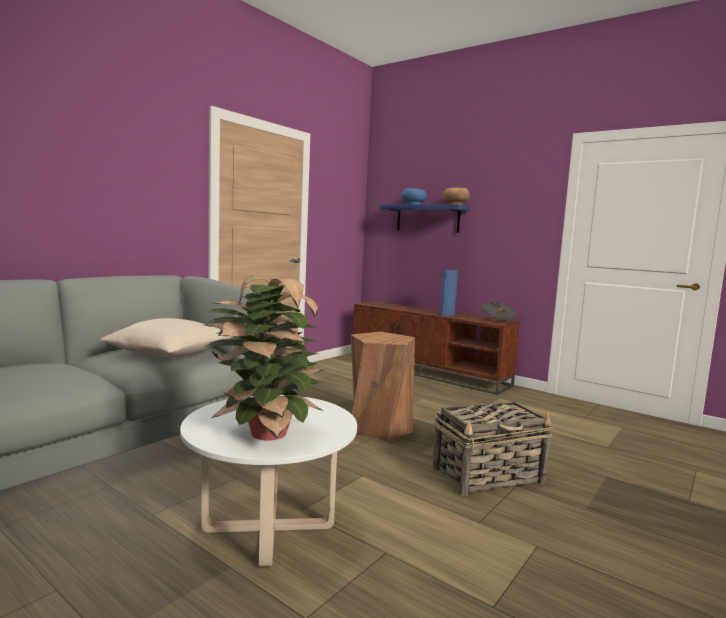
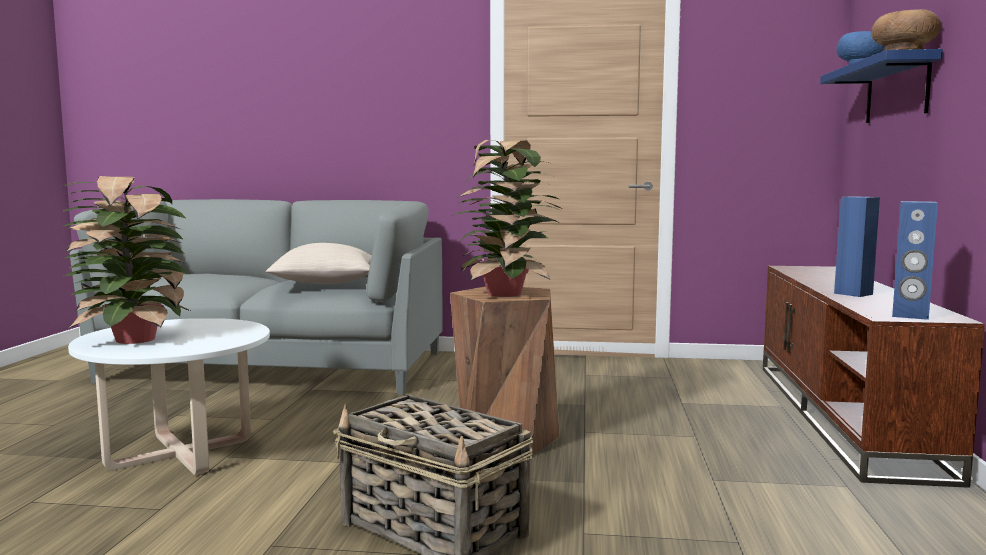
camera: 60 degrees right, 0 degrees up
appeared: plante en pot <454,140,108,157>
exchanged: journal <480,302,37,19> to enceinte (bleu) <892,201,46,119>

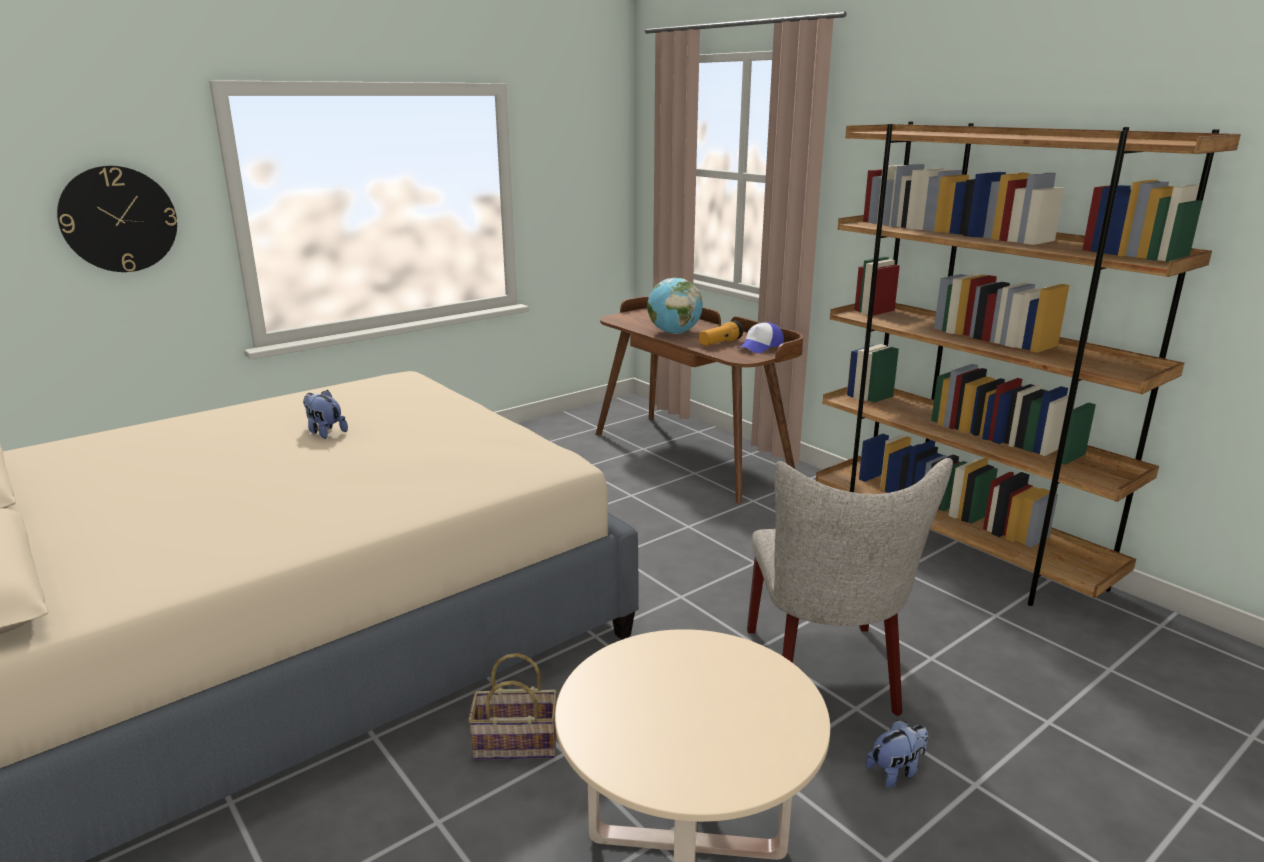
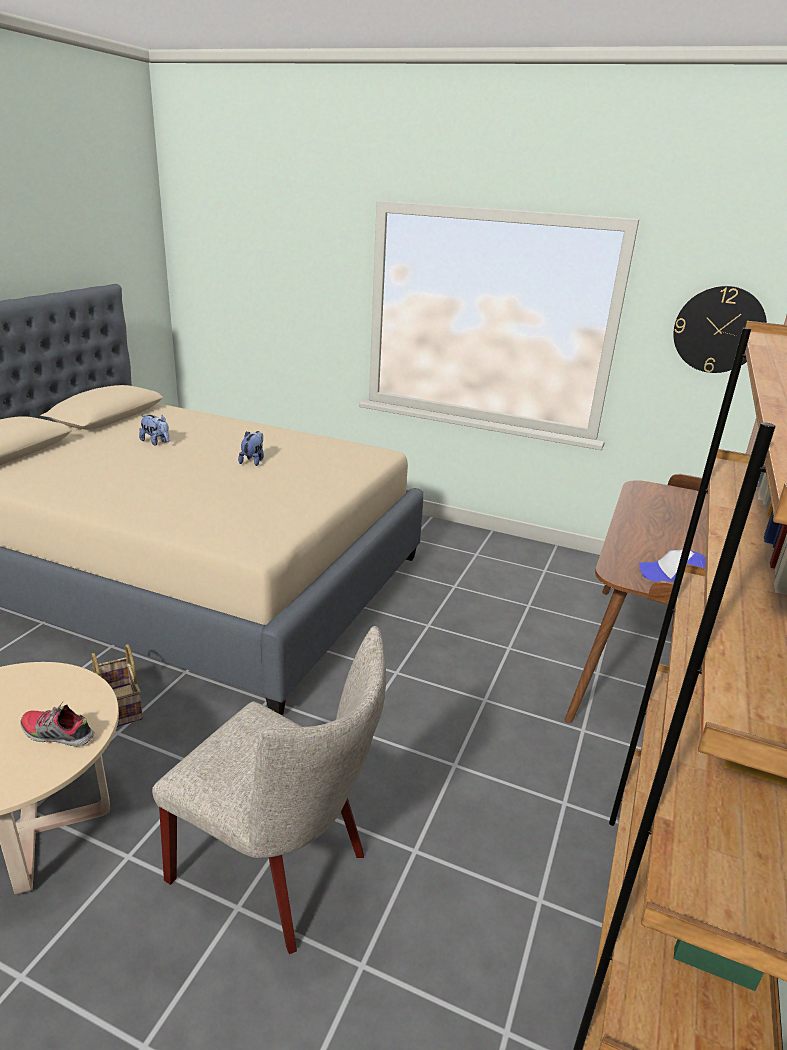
camera: 60 degrees right, 5 degrees up
missing: globe <647,278,56,56>; lampe de poche <699,321,44,25>
appeared: chaussure <20,702,75,45>
relocated: horloge murale <57,166,120,106> to <673,286,94,87>; peluche <865,720,63,68> to <139,415,30,31>
spun: chaise (beige) <747,458,206,258> = <152,626,234,328> 120 degrees counterclockwise

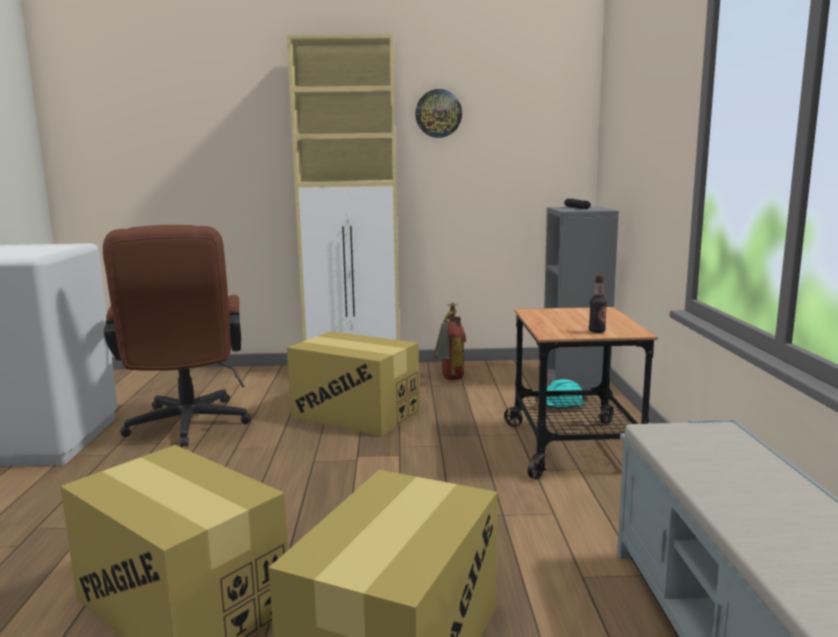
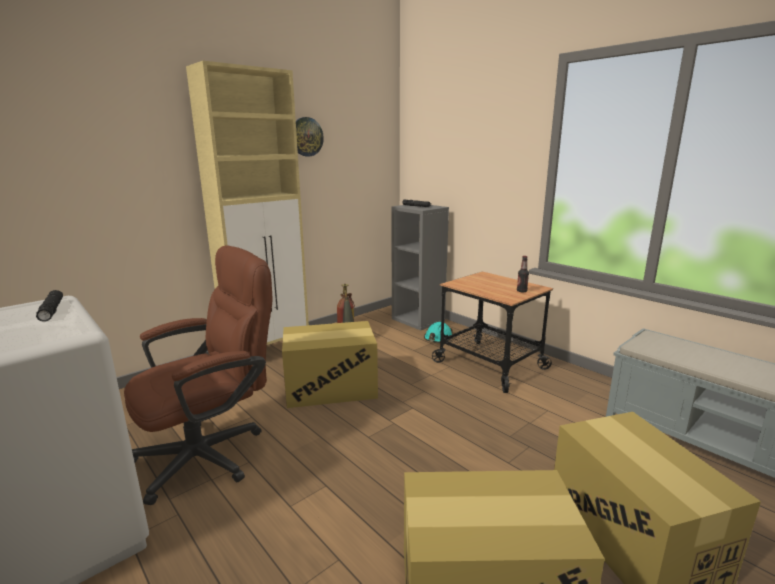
camera: 40 degrees left, 5 degrees up
appeared: lampe de poche (noir) <36,290,27,32>
spun: chaise de bureau (marron) <103,225,149,222> = <124,245,148,260> 75 degrees counterclockwise

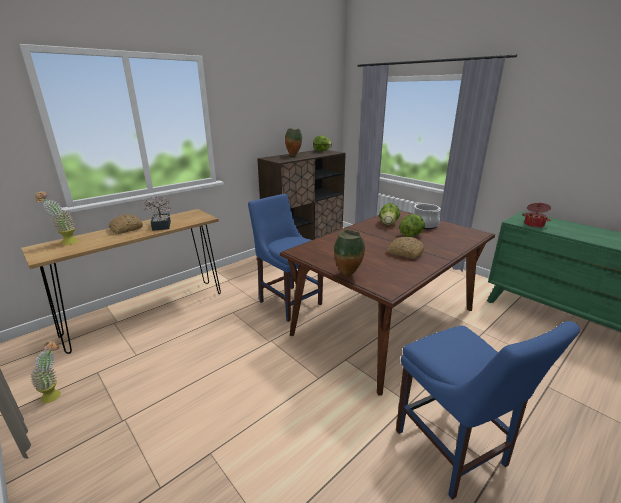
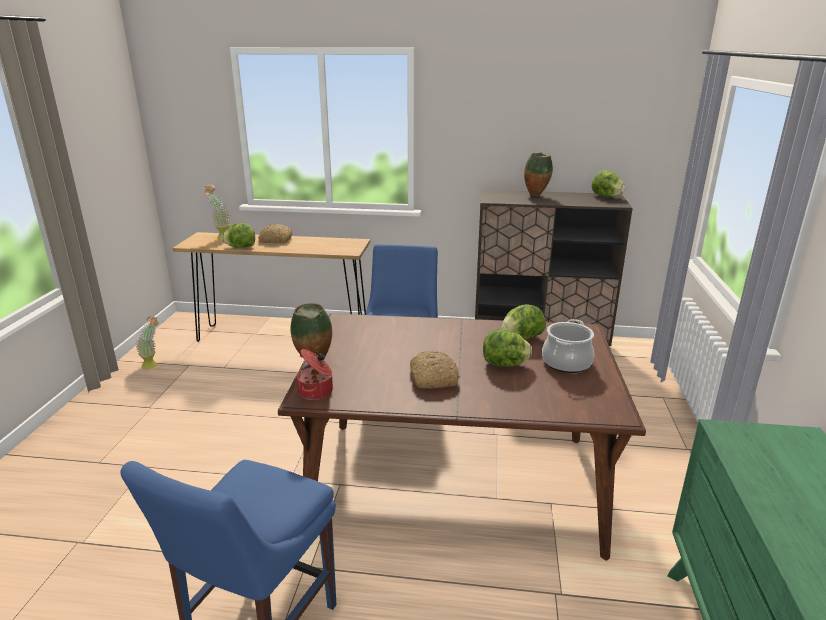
camera: 50 degrees right, 0 degrees up
missing: plante en pot <142,196,31,35>
appeared: laitue <222,223,33,25>
relocated: marmite <522,203,29,25> to <295,349,38,51>

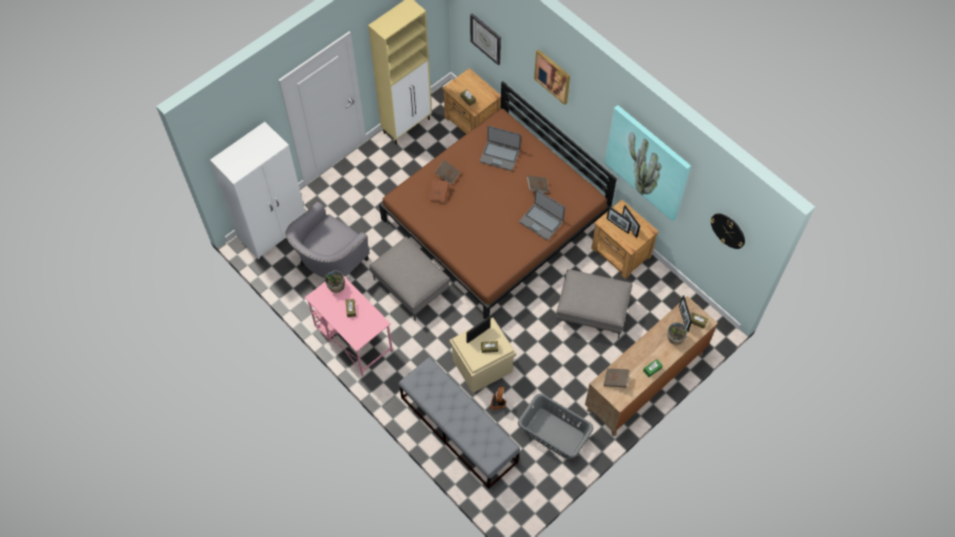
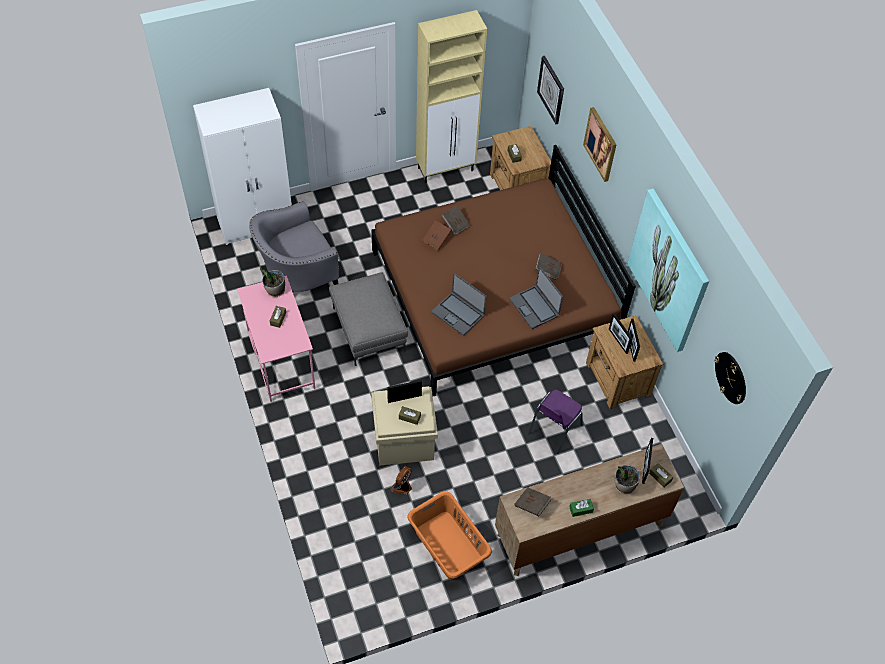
camera: 20 degrees right, 5 degrees down
missing: banc (gris) <398,357,122,132>
relocated: ordinateur portable <480,126,41,45> to <432,273,55,62>
exchanged: pouf (gris) <556,269,76,70> to chaise (violet) <528,390,55,63>
colour: panier à linge (gris) <518,393,75,66> to panier à linge (orange) <407,491,85,88>

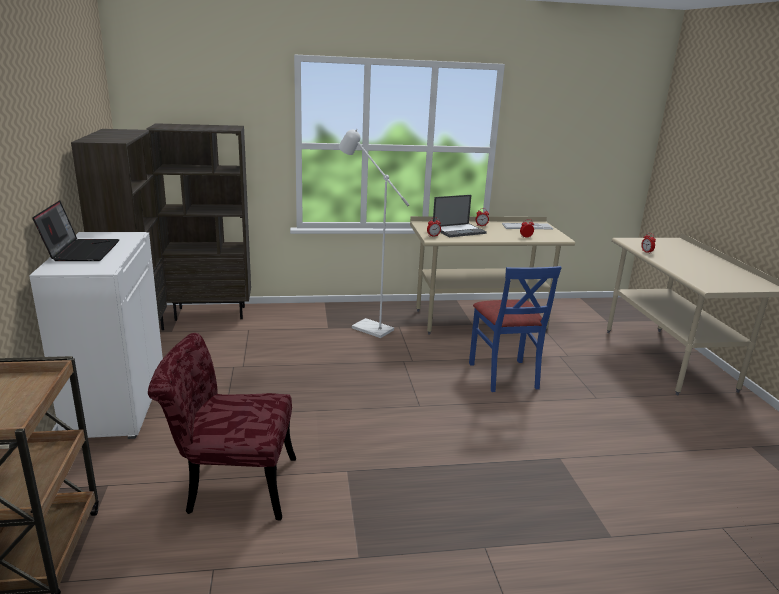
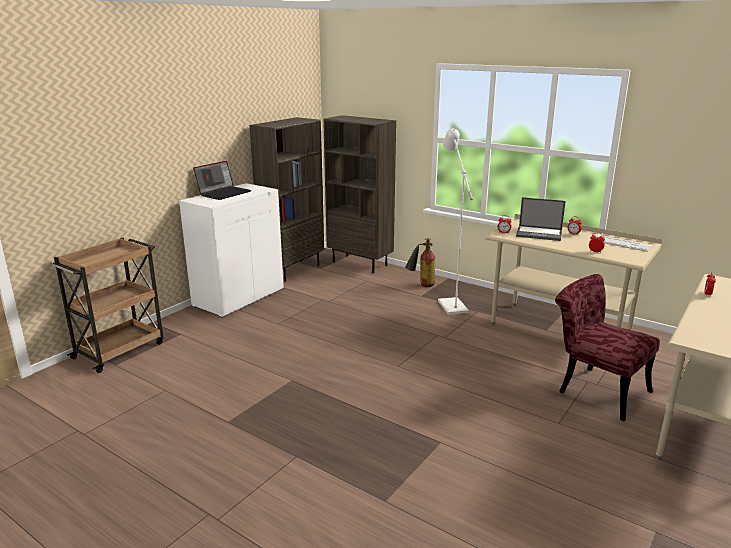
camera: 45 degrees right, 0 degrees up
missing: chaise (bleu) <469,266,93,126>
appeared: extincteur <405,238,30,49>
relocated: chaise (rouge) <148,333,148,187> to <555,274,105,147>

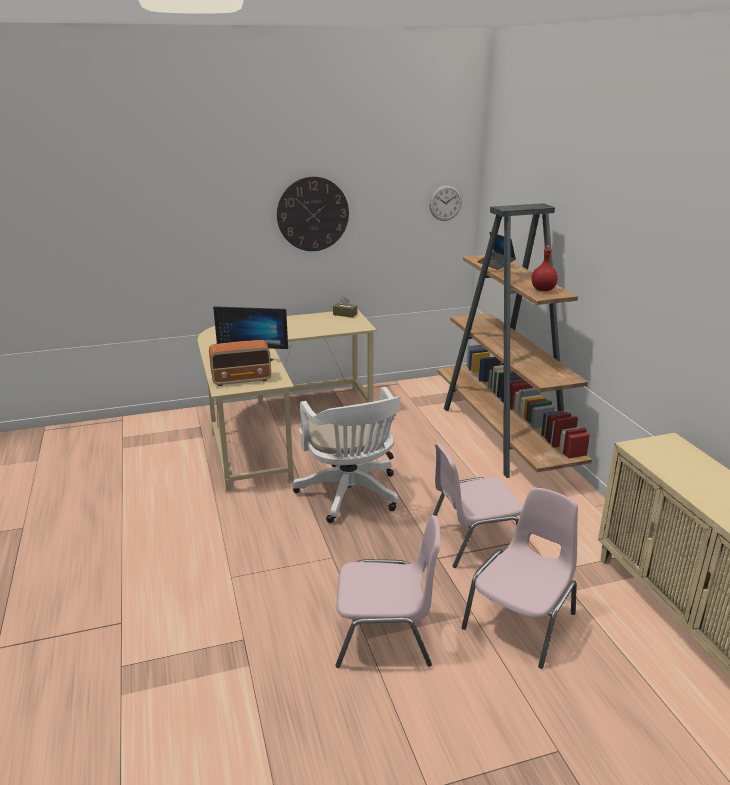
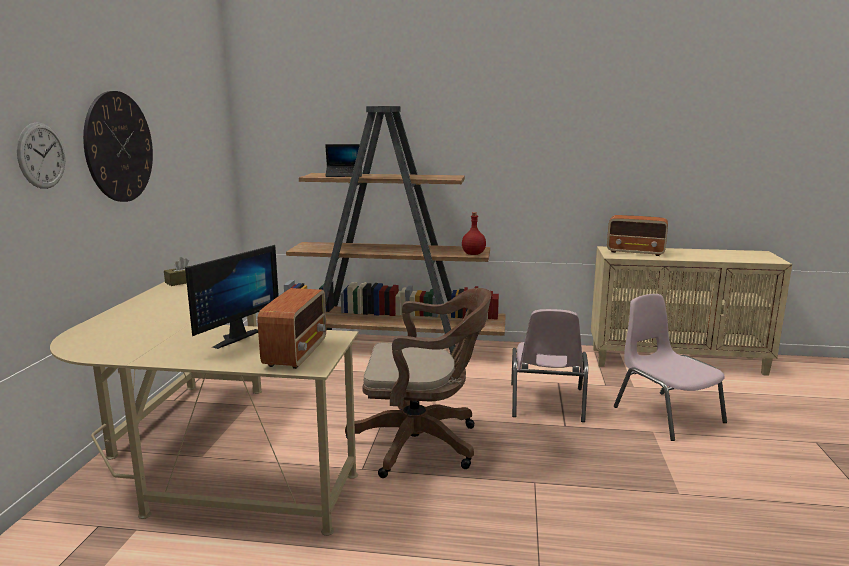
camera: 65 degrees left, 10 degrees down
missing: chaise (rose) <336,515,105,153>
appeared: radio <607,215,61,41>
relocated: horloge murale <429,185,33,36> to <17,122,48,67>; bouteille (rouge) <531,245,27,46> to <462,212,24,43>
colour: chaise de bureau (blanc) <293,387,108,136> to chaise de bureau (marron) <345,288,146,190>

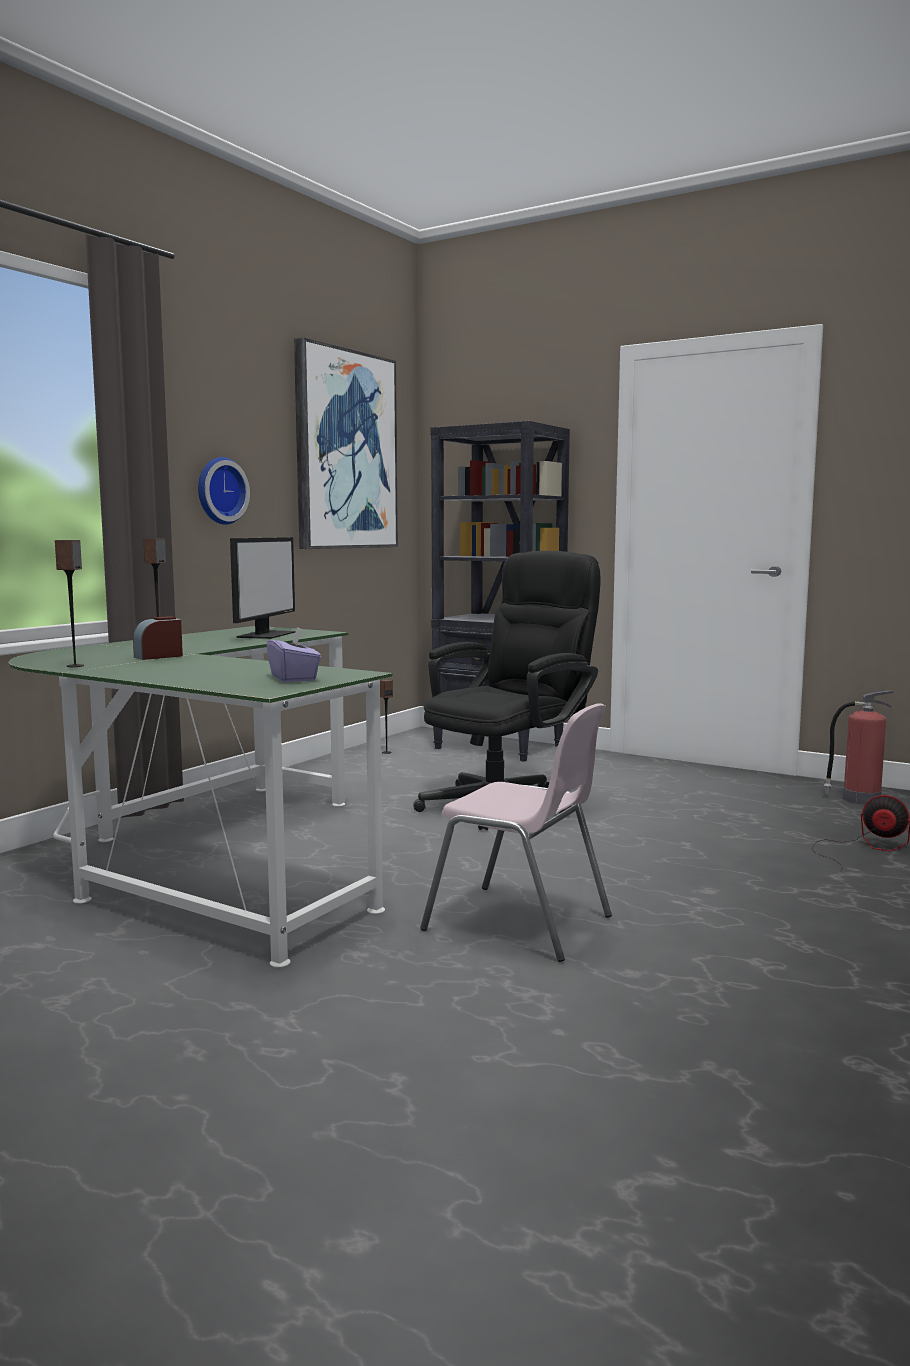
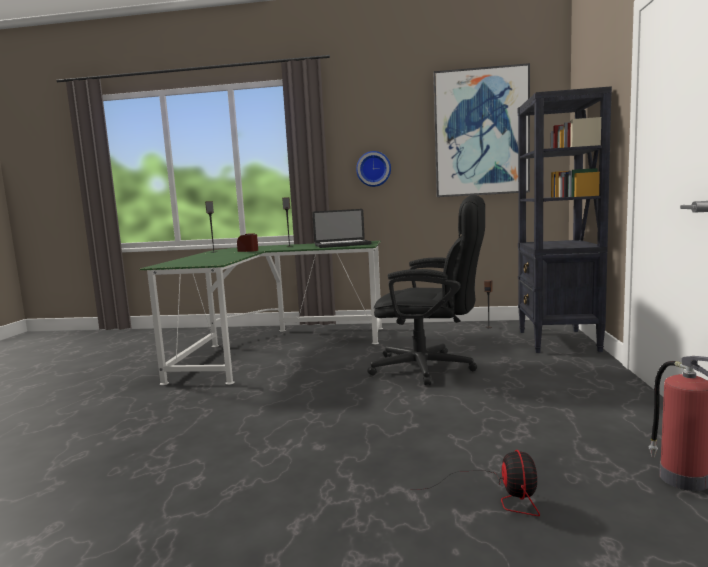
camera: 65 degrees right, 0 degrees up
missing: boîte à mouchoirs (violet) <267,627,54,55>; chaise (rose) <420,703,192,259>
exchanged: écran d'ordinateur <230,537,65,102> to ordinateur portable <312,209,60,39>

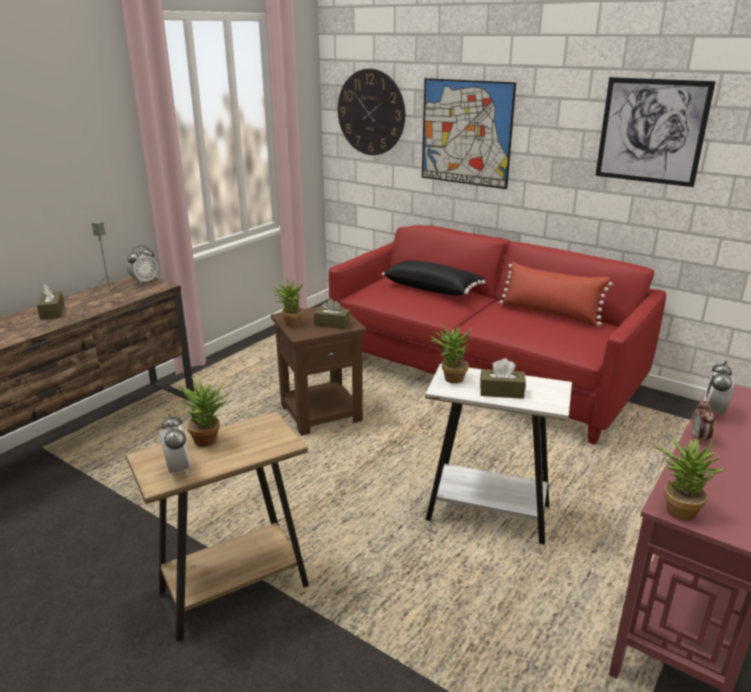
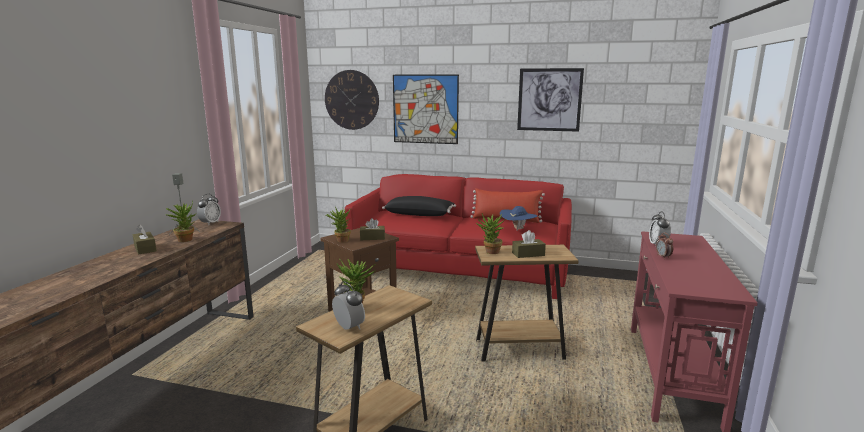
camera: 20 degrees left, 10 degrees down
appeared: chapeau (bleu) <500,206,38,25>
relocated: plante en pot <654,435,70,86> to <165,201,31,41>
colour: table d'appoint (blanc) <425,364,147,181> to table d'appoint (marron) <475,245,104,117>

